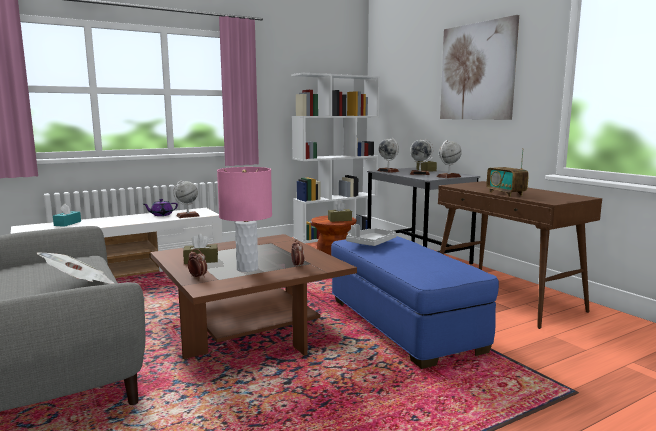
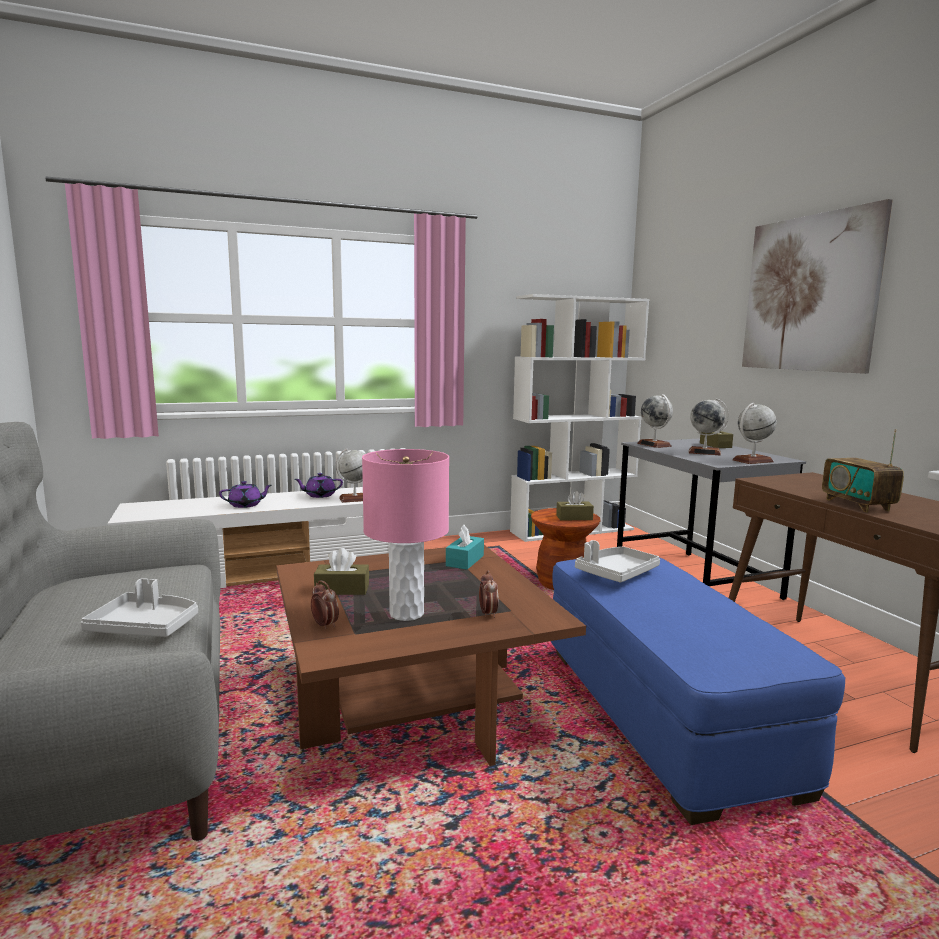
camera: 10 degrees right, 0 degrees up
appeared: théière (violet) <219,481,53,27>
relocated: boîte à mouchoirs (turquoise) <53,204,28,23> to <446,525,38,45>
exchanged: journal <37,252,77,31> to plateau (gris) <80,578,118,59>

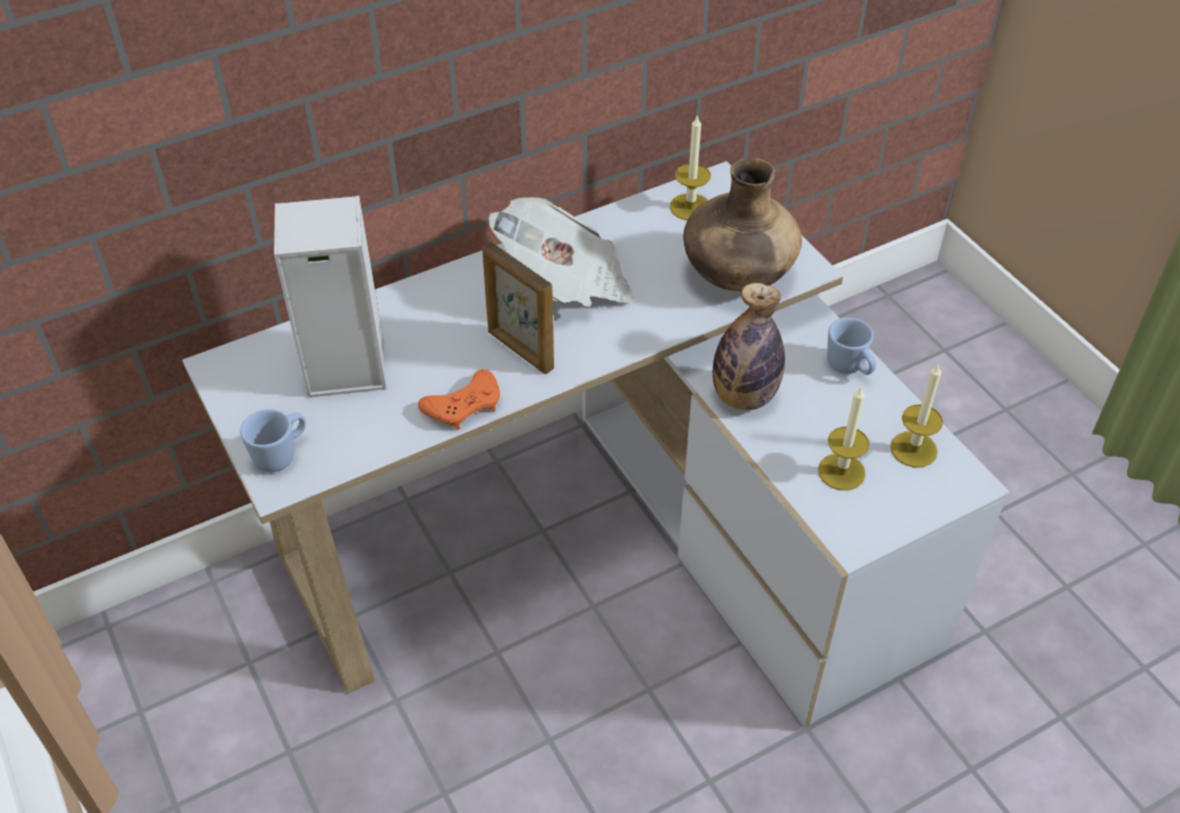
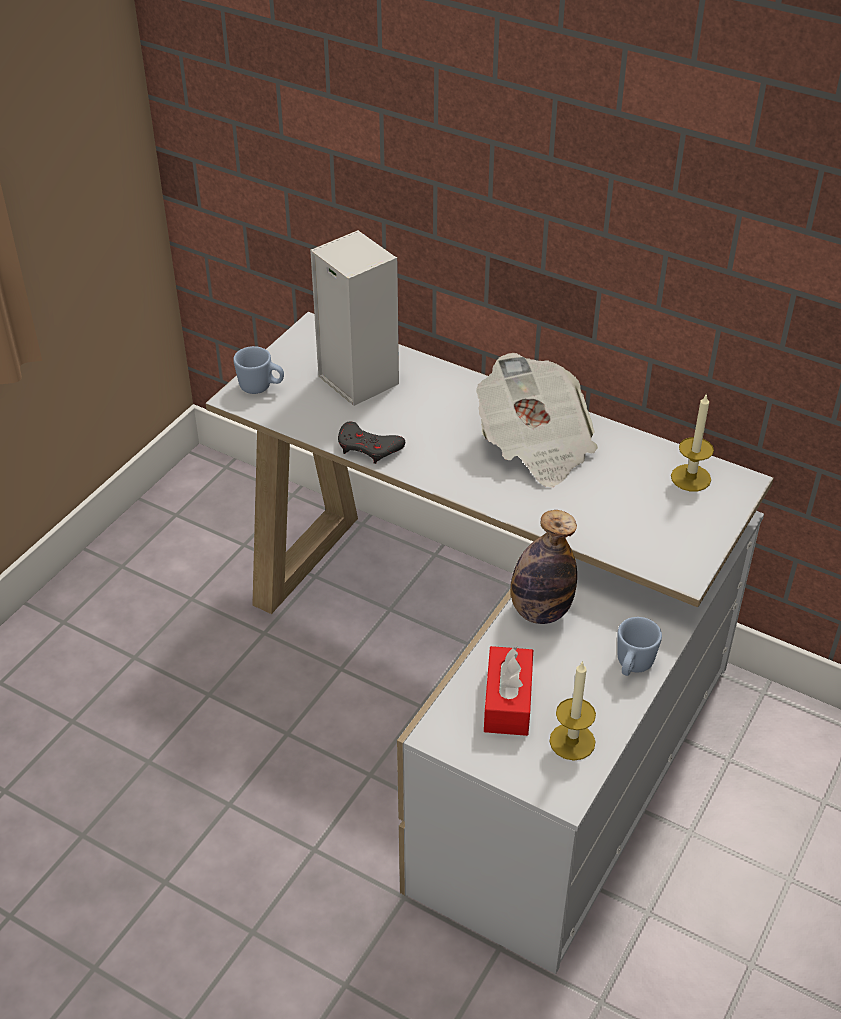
camera: 60 degrees right, 5 degrees down
missing: vase (marron) <683,158,119,133>; cadre photo <482,242,72,132>
exchanged: bougie <818,387,51,103> to boîte à mouchoirs (rouge) <484,646,49,90>
colour: manette (orange) <418,369,82,61> to manette (gris) <338,421,67,43>

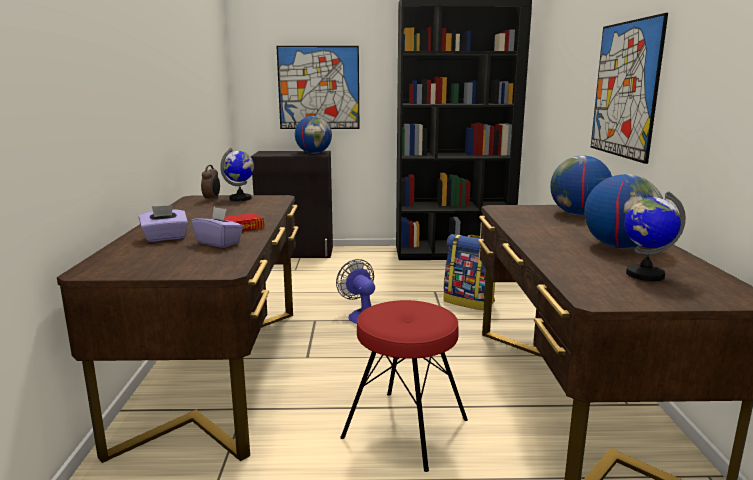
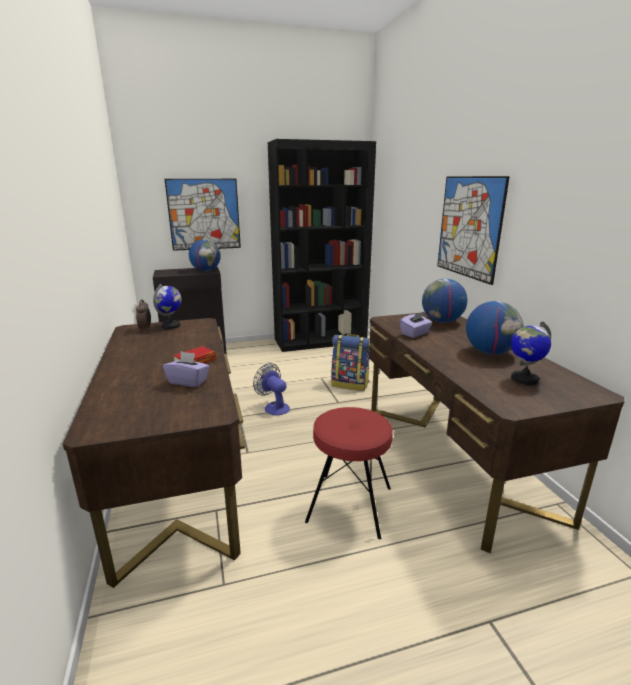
camera: 15 degrees left, 5 degrees up
relocated: boîte à mouchoirs (violet) <139,205,49,37> to <400,312,32,26>

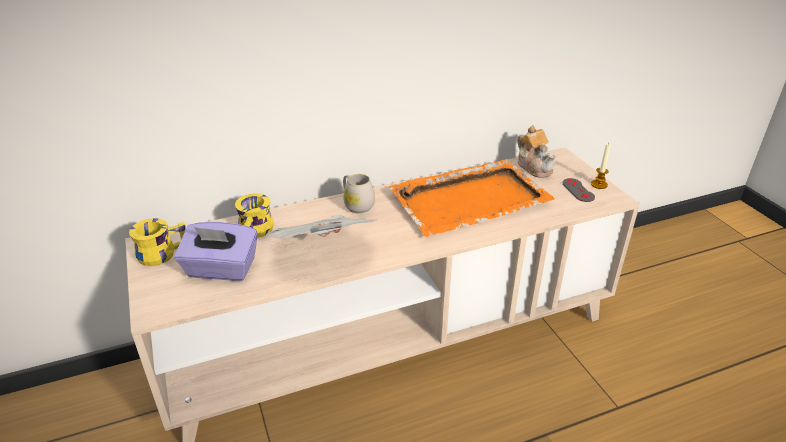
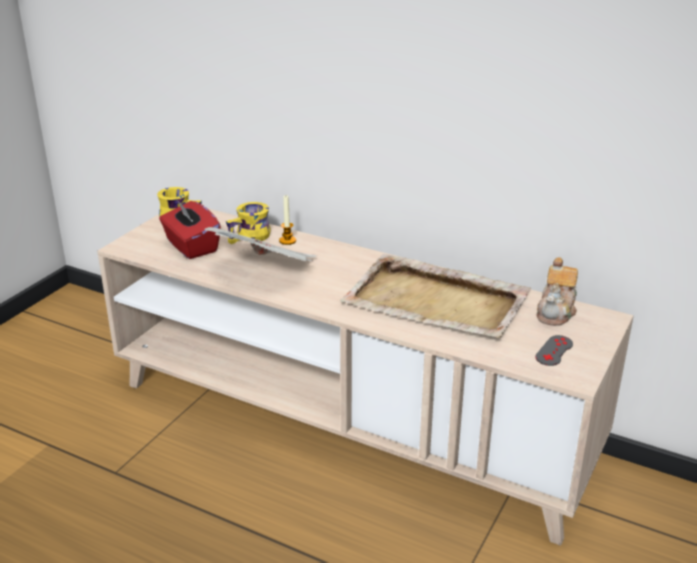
camera: 50 degrees right, 5 degrees down
missing: mug (blanc) <343,174,32,40>
relocated: bougie <591,143,20,46> to <279,195,17,50>
colour: plateau (orange) <389,159,165,78> to plateau (beige) <340,254,191,84>; boîte à mouchoirs (violet) <174,222,84,59> to boîte à mouchoirs (rouge) <159,200,62,59>

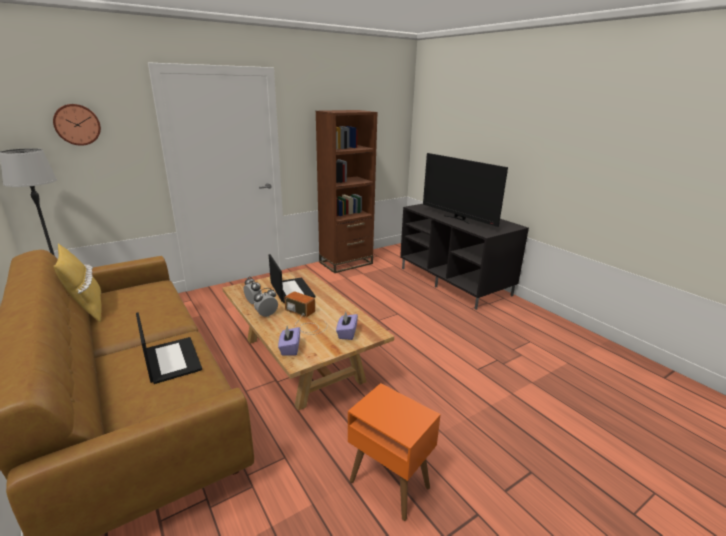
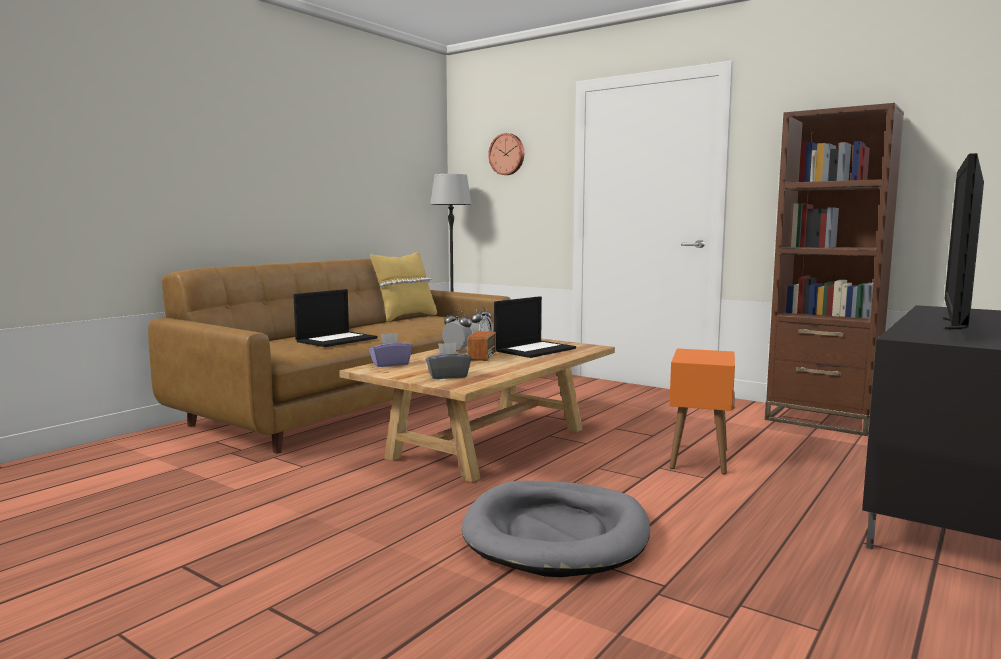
camera: 70 degrees right, 15 degrees down
appeared: panier pour chien (gris) <462,481,188,96>
relocated: table d'appoint (orange) <348,383,93,138> to <669,348,66,126>
colour: boîte à mouchoirs (violet) <336,312,22,28> to boîte à mouchoirs (gris) <426,343,45,36>

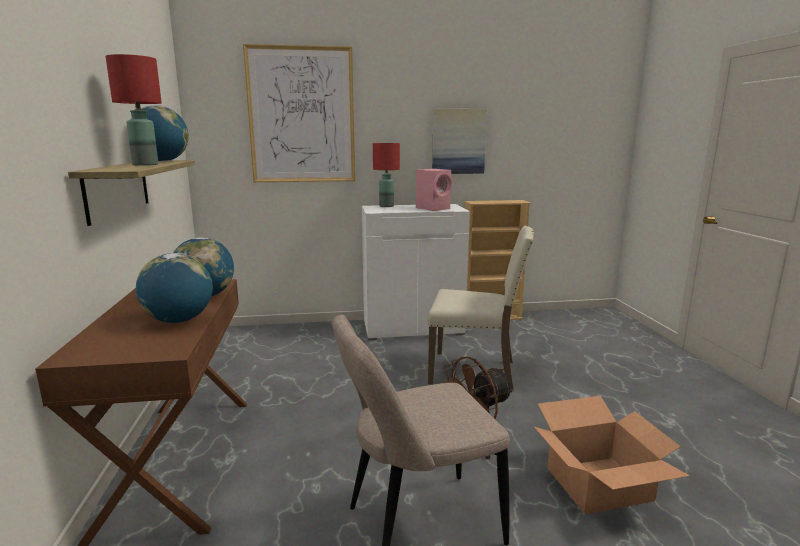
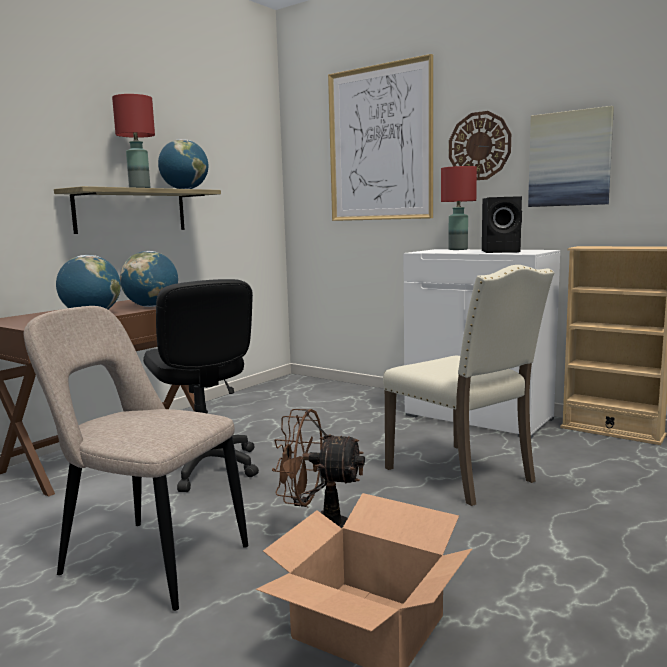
camera: 45 degrees right, 5 degrees down
appeared: horloge murale <449,111,62,69>; chaise de bureau (noir) <143,279,116,213>
colour: enceinte (rose) <416,169,36,42> to enceinte (noir) <482,196,40,57>

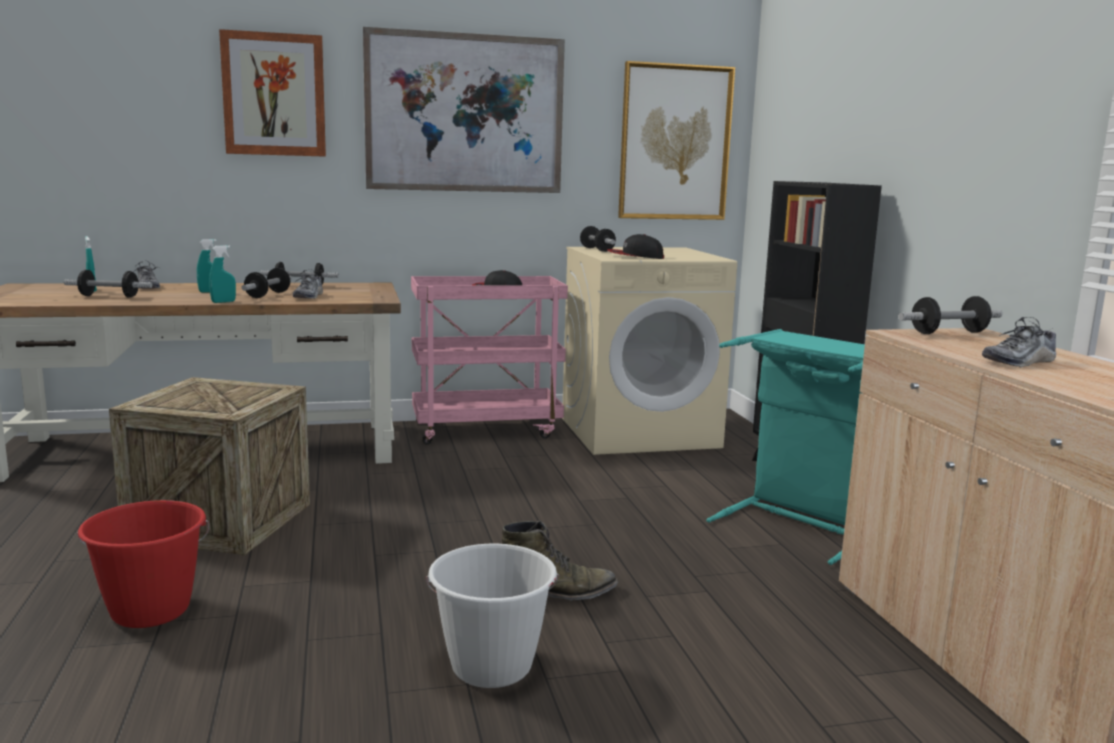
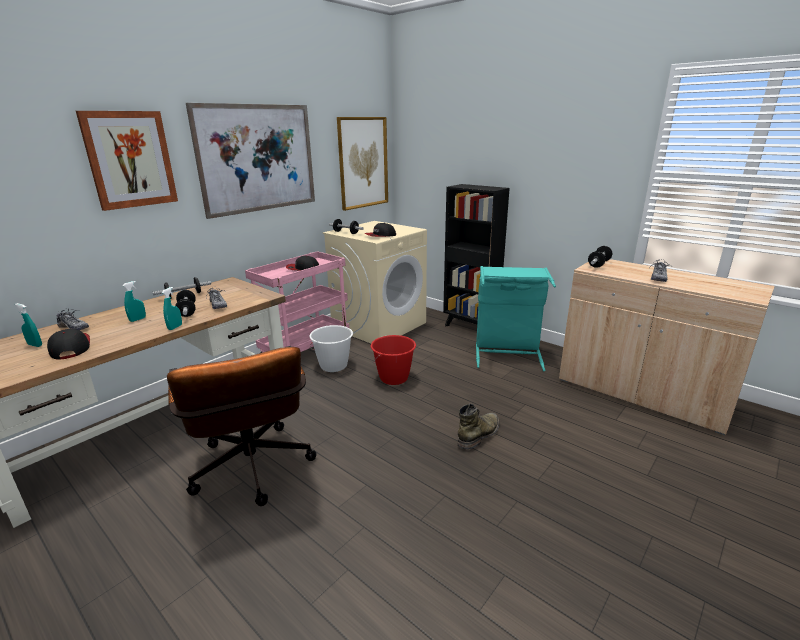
camera: 35 degrees left, 10 degrees up
relocated: seau (rouge) <76,500,133,128> to <371,335,45,50>; seau (blanc) <426,544,133,144> to <309,325,44,47>
exchanged: haltère <64,270,88,28> to casquette <47,329,43,31>; caisse <109,377,201,178> to chaise de bureau (marron) <167,346,150,160>

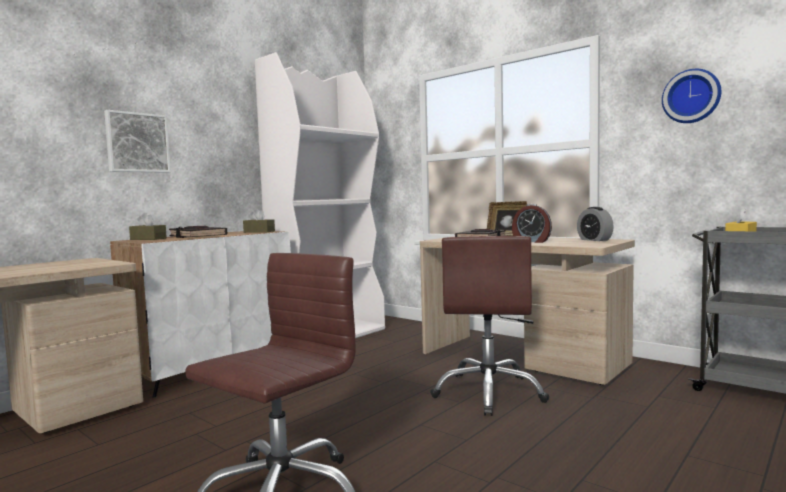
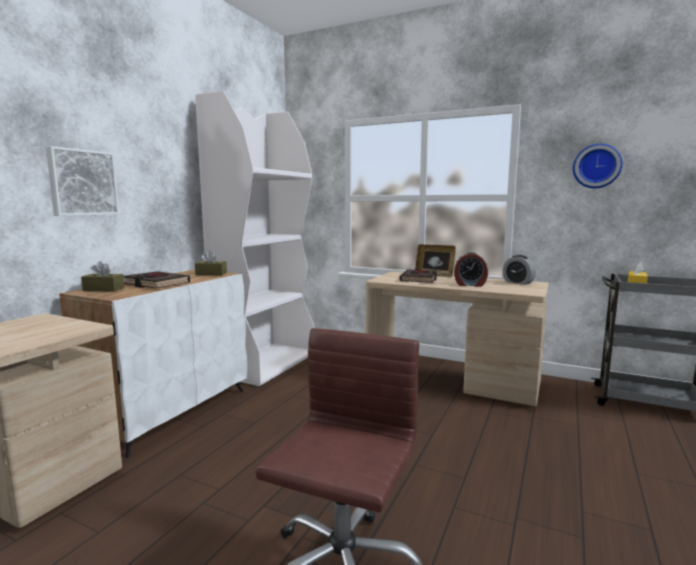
camera: 15 degrees left, 5 degrees up
missing: chaise de bureau (marron) <430,236,119,180>

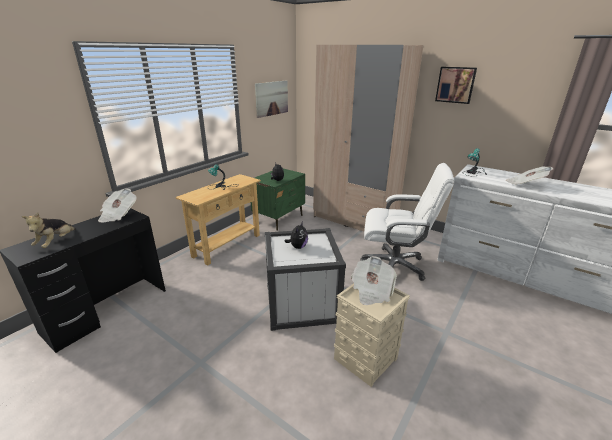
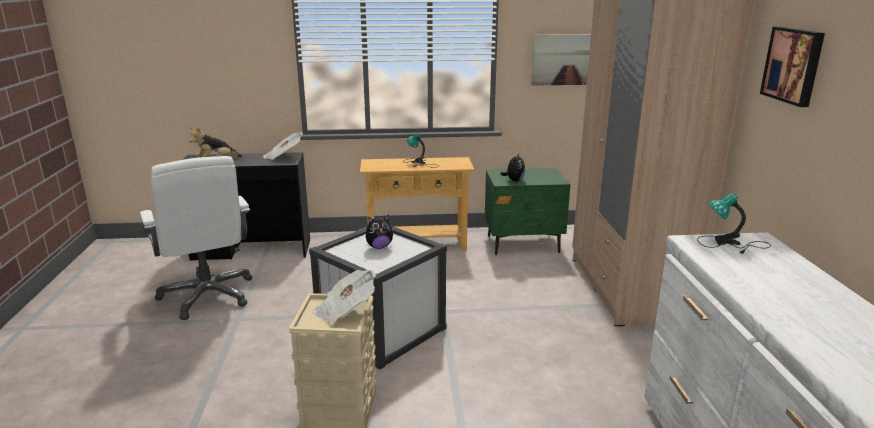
camera: 50 degrees right, 5 degrees down
missing: journal <506,166,47,19>
relocated: chaise de bureau (blanc) <360,163,94,118> to <140,156,112,164>

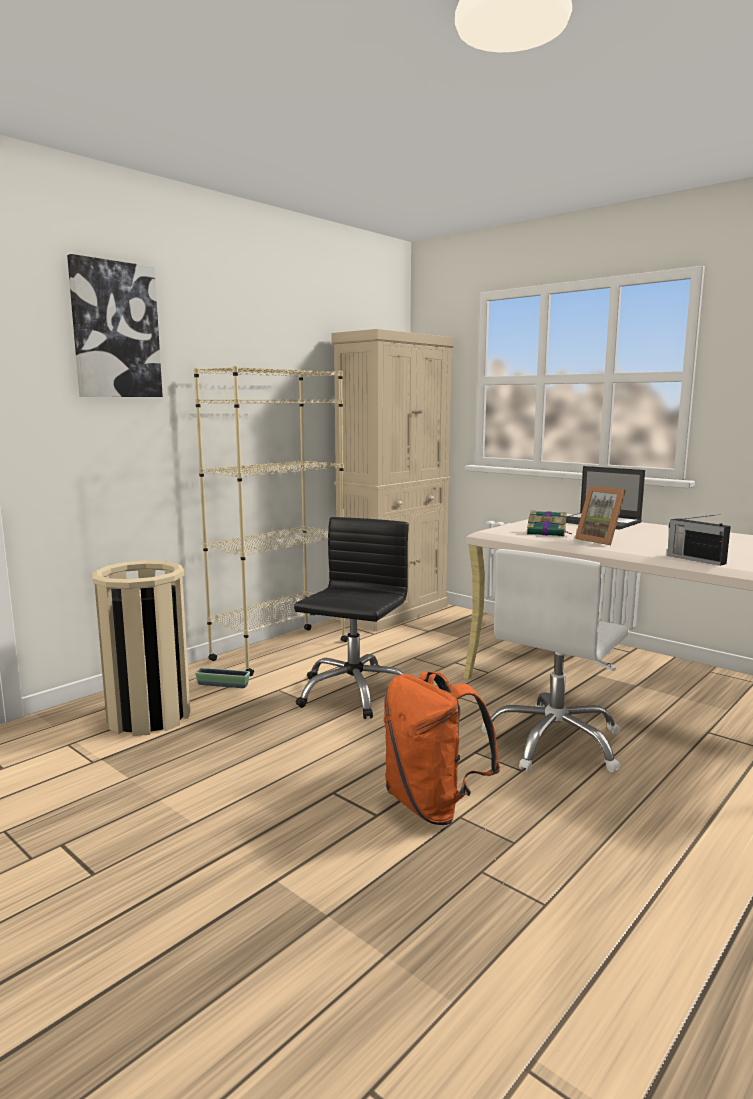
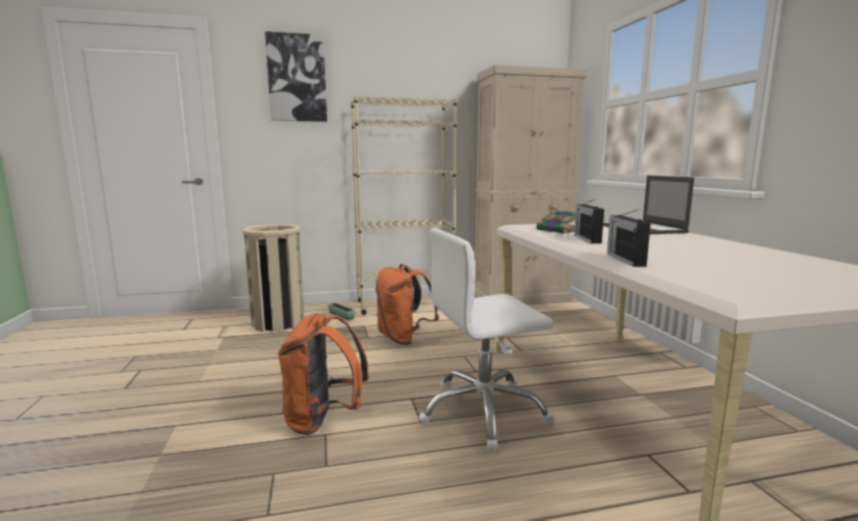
camera: 35 degrees right, 0 degrees up
exchanged: cadre photo <575,485,51,60> to radio <574,198,30,46>; chaise de bureau (noir) <294,517,115,202> to sac à dos (orange) <375,264,64,81>

